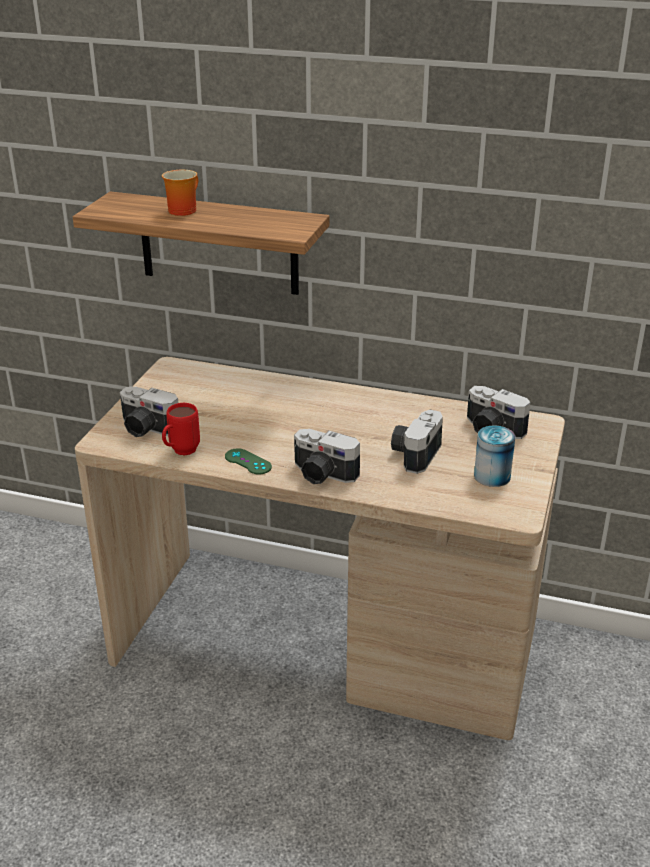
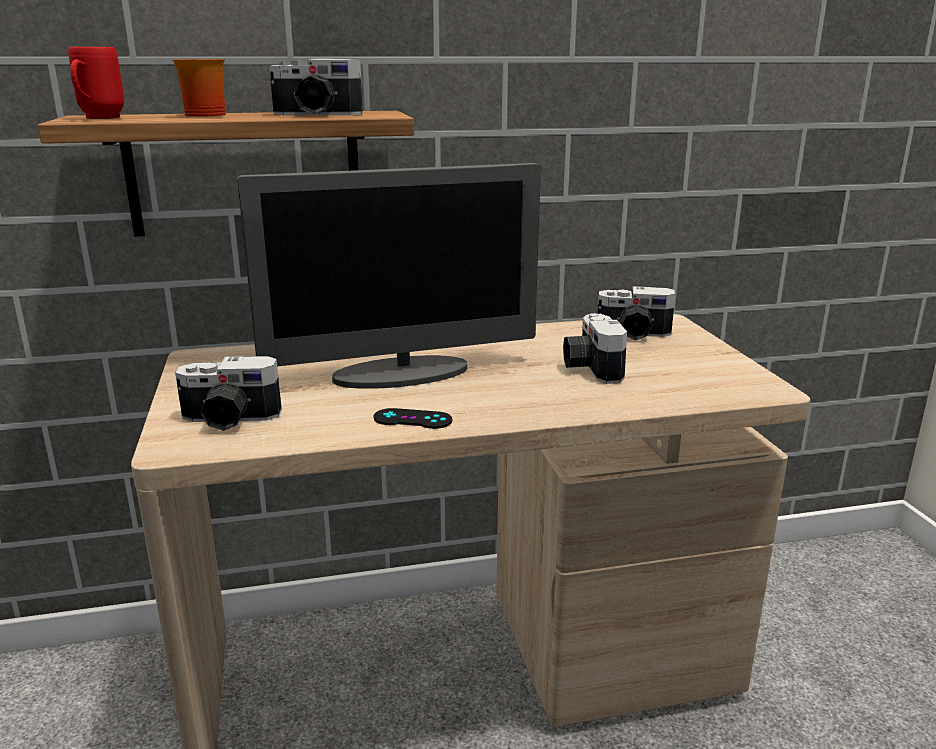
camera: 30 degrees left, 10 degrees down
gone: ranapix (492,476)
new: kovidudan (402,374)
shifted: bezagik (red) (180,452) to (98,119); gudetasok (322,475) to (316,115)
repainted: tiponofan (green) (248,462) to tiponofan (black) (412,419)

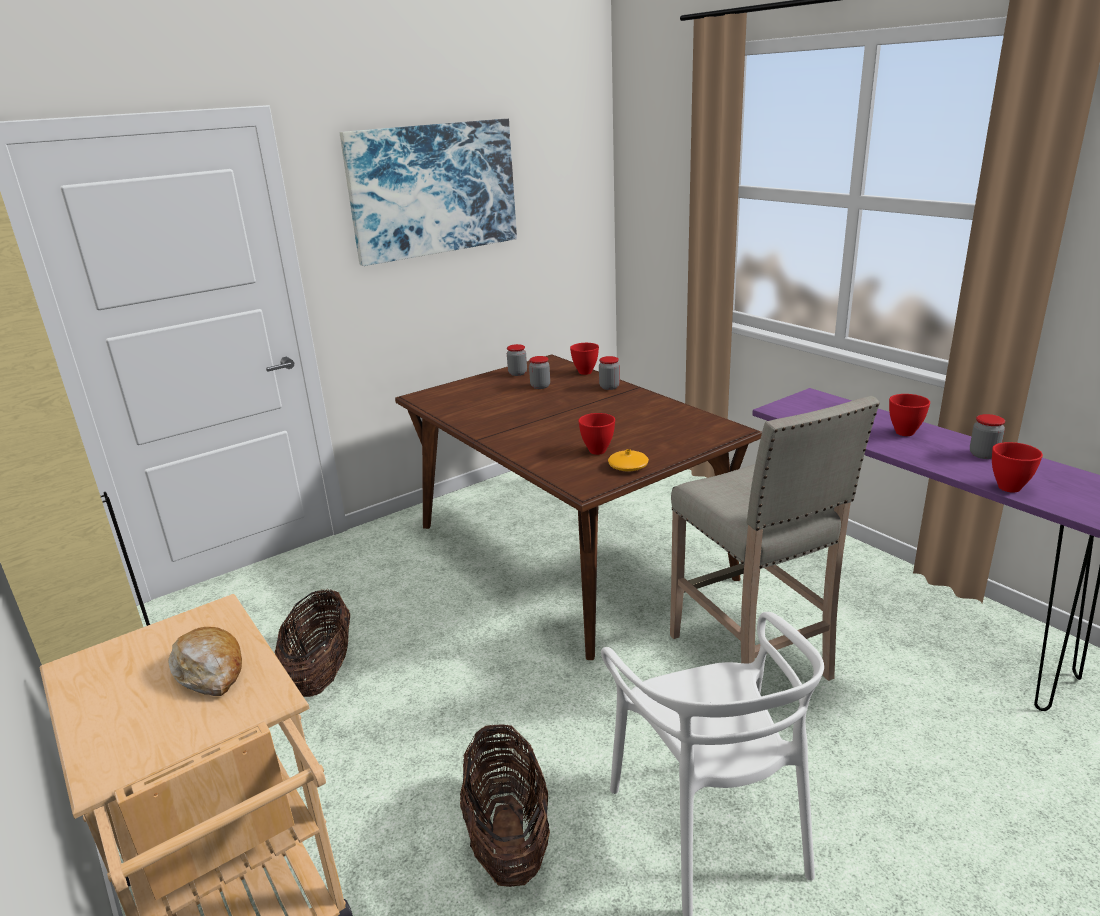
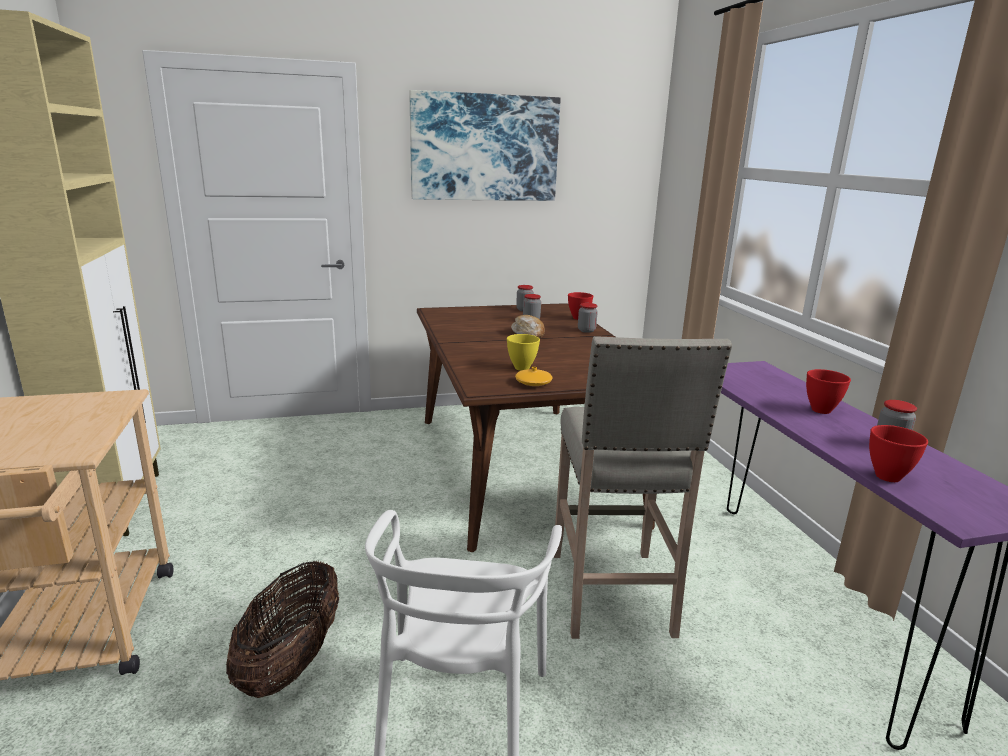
camera: 20 degrees right, 5 degrees down
gone: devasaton (321,673)
shifted: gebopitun (210,670) to (528,334)
repainted: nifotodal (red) (596,451) to nifotodal (yellow) (521,368)

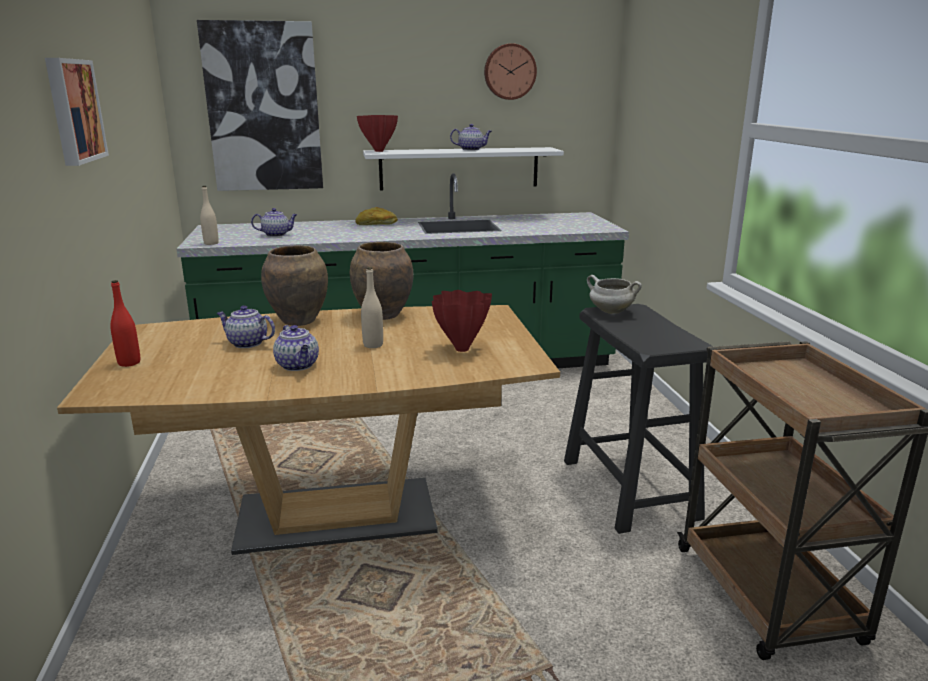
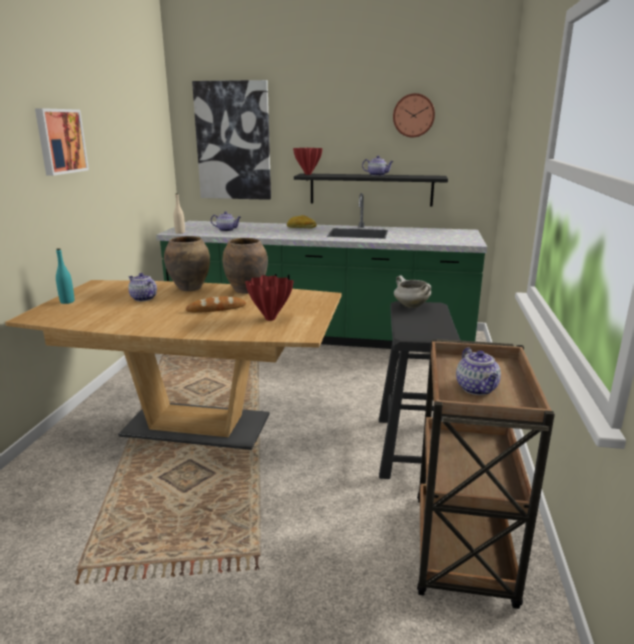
camera: 20 degrees right, 0 degrees up
shifted: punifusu (298,366) to (477,389)
swapped: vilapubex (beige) (373,345) to gebopitun (216,309)
repainted: vilapubex (red) (129,363) to vilapubex (turquoise) (67,302); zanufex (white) (459,168) to zanufex (black) (371,189)

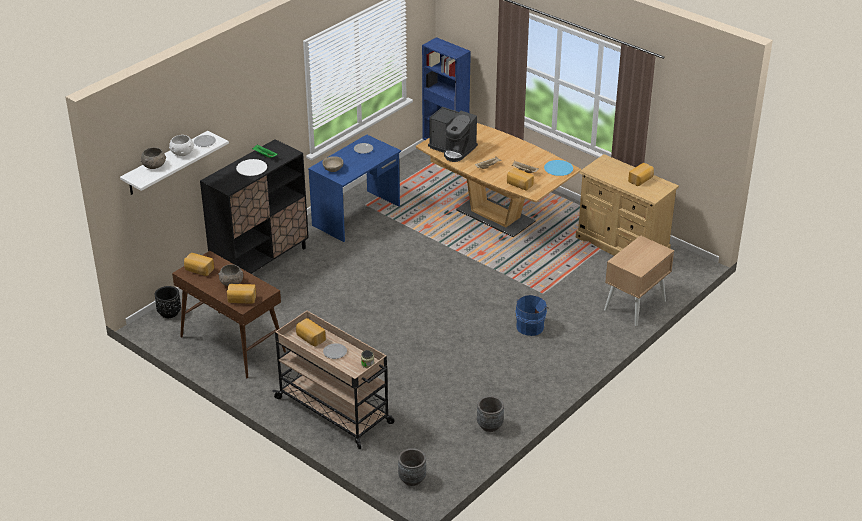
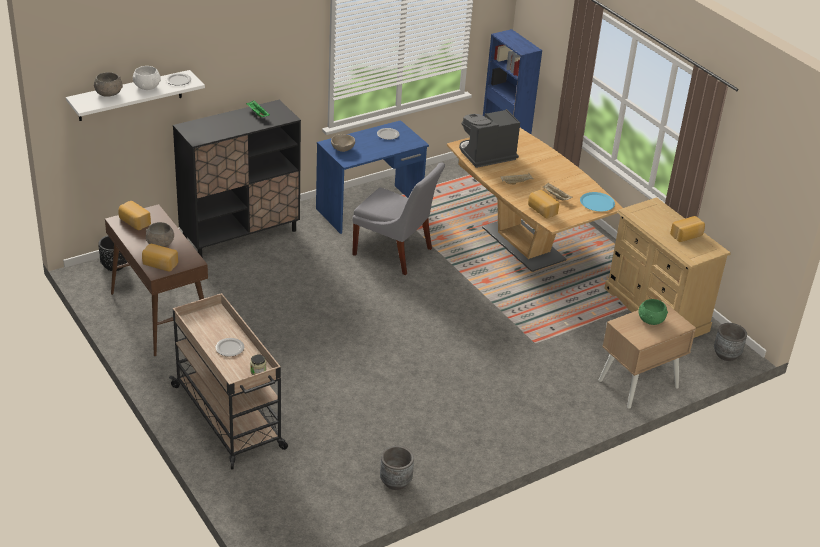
camera: 15 degrees right, 0 degrees up
gone: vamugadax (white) (251,168); gebopitun (310,338); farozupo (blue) (530,326)
new: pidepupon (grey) (395,253); nifotodal (green) (650,320)
shifted: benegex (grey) (412,479) to (726,355)
rotated: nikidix (453,149) = (486,156) 105 degrees clockwise

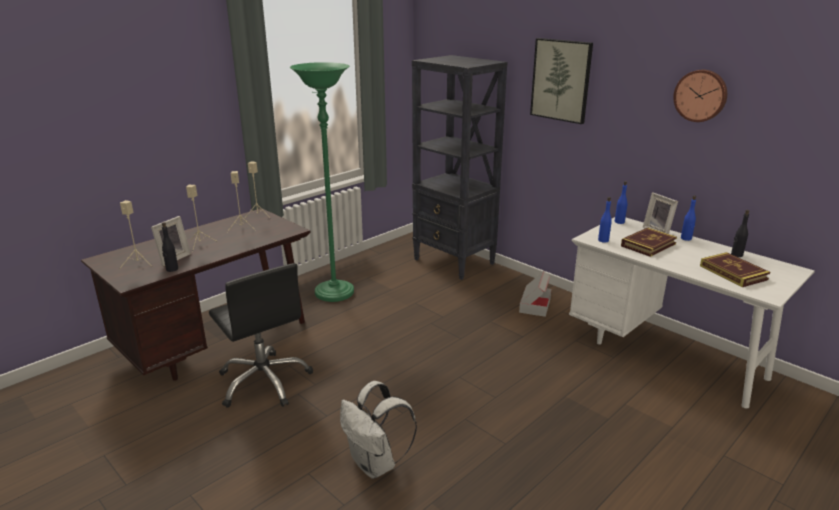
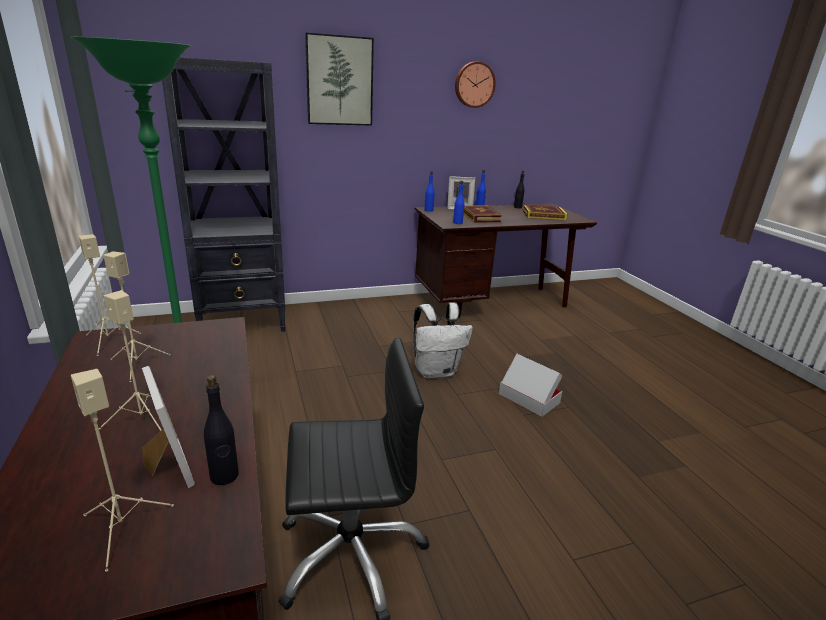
camera: 65 degrees left, 0 degrees up
shifted: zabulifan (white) (376,464) to (436,371); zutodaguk (535,305) to (528,398)
repainted: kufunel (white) (666,355) to kufunel (brown) (492,303)

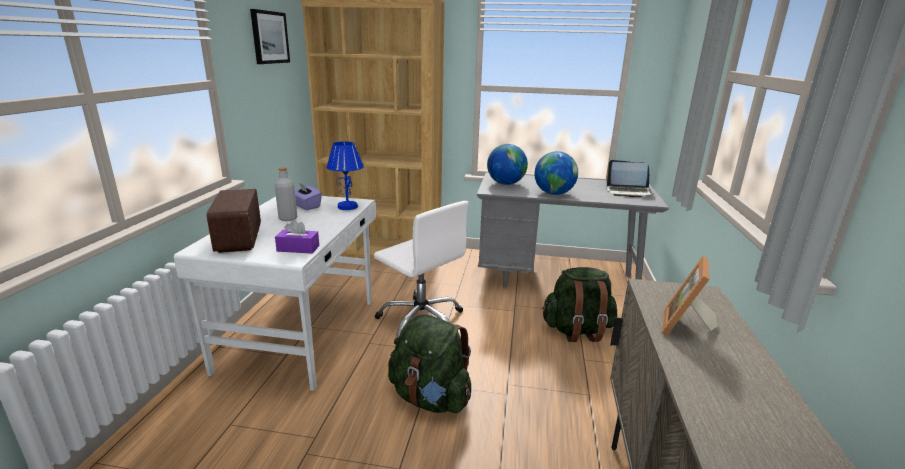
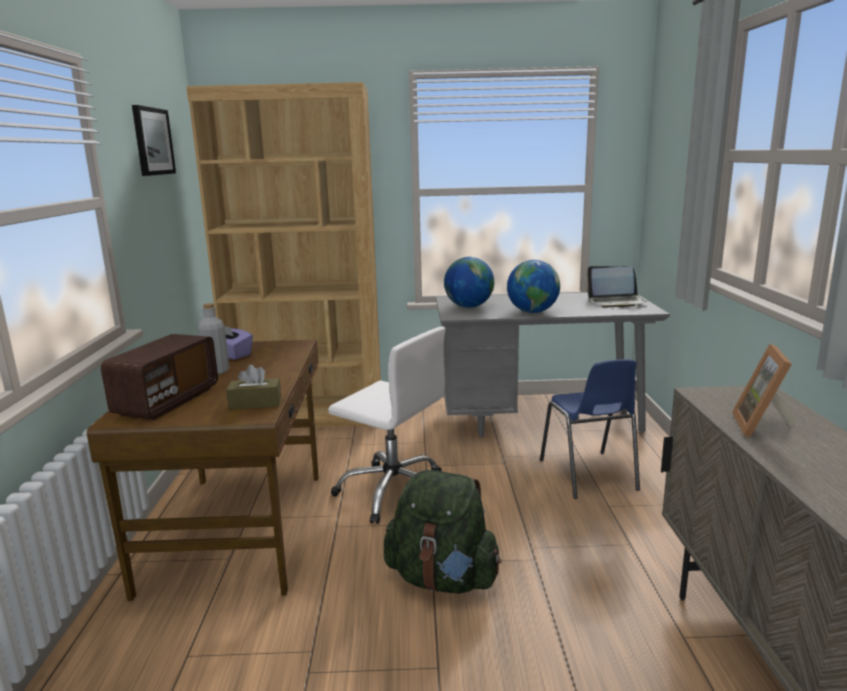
camera: 10 degrees left, 5 degrees down
gone: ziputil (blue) (348,207)
swapped: zabulifan (green) (577,330) to pidepupon (blue) (588,475)
repainted: kufunel (white) (302,333) to kufunel (brown) (240,528); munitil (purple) (298,248) to munitil (brown) (255,403)
rotated: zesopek (239,239) = (167,401) 135 degrees counterclockwise

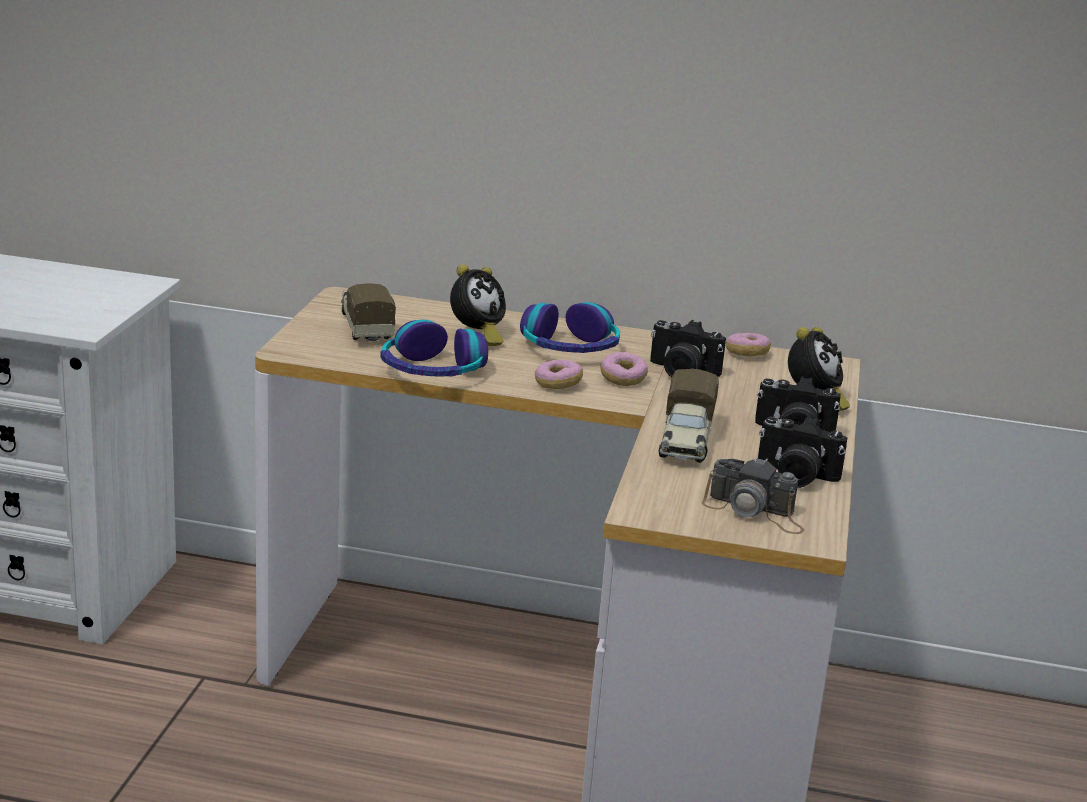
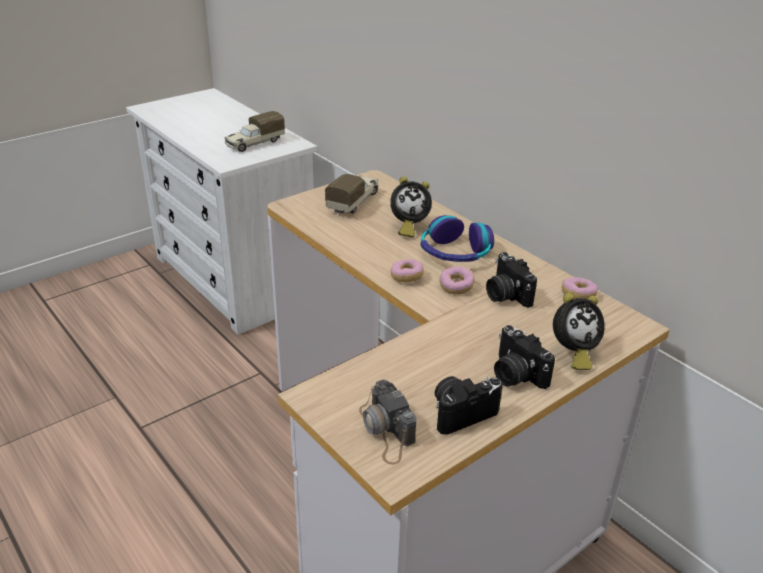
camera: 40 degrees right, 10 degrees up
gone: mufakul (432,371)
shifted: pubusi (685,442) to (254,143)
rotated: gudetasok (795,476) = (461,413) 90 degrees clockwise

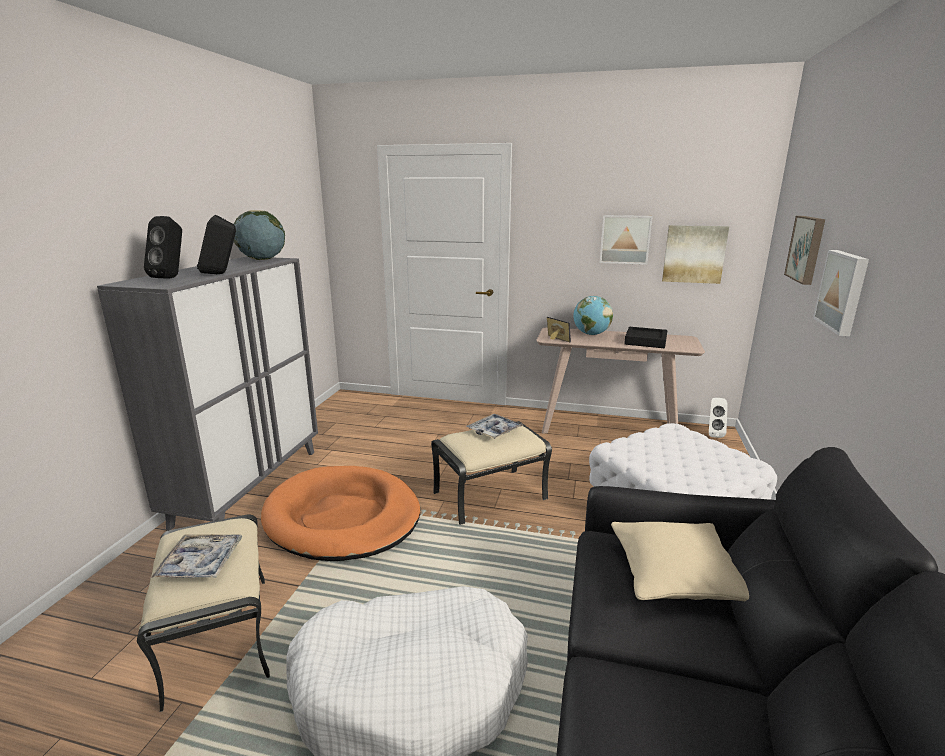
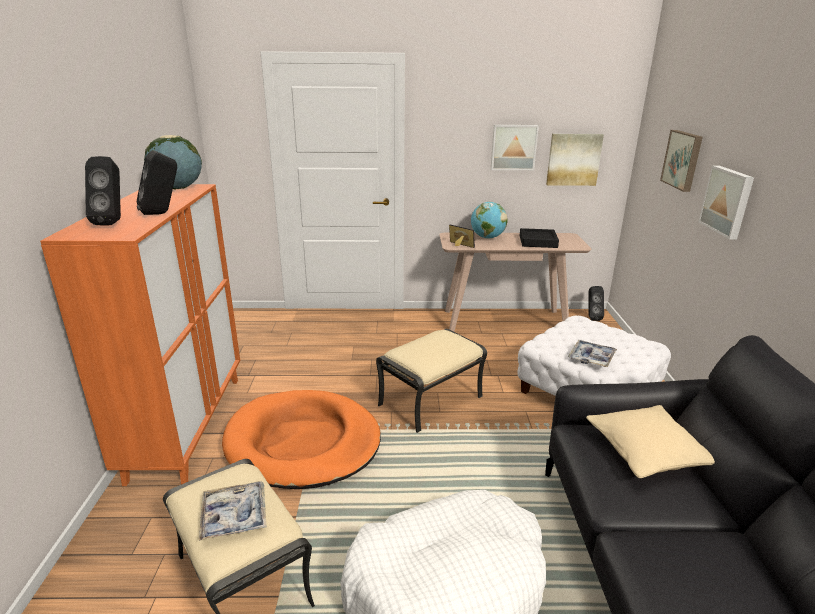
camera: 15 degrees left, 5 degrees up
shifted: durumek (494,431) to (591,358)
repainted: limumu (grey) (249,486) to limumu (orange) (187,425); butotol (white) (713,434) to butotol (black) (591,317)

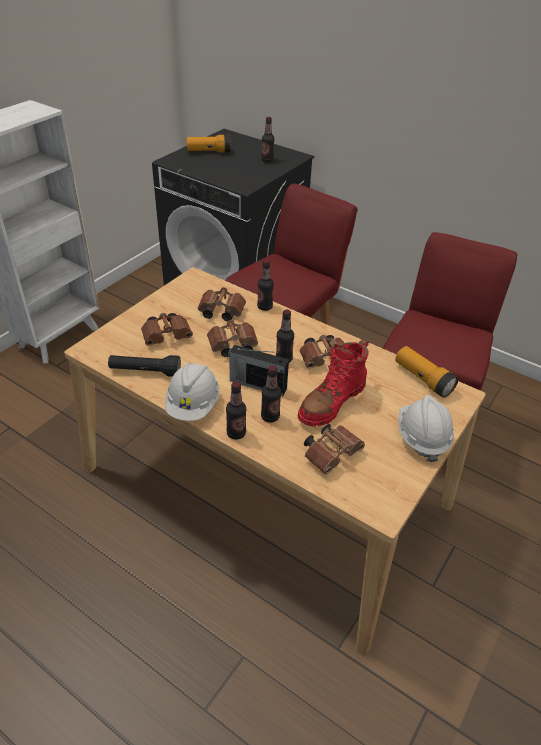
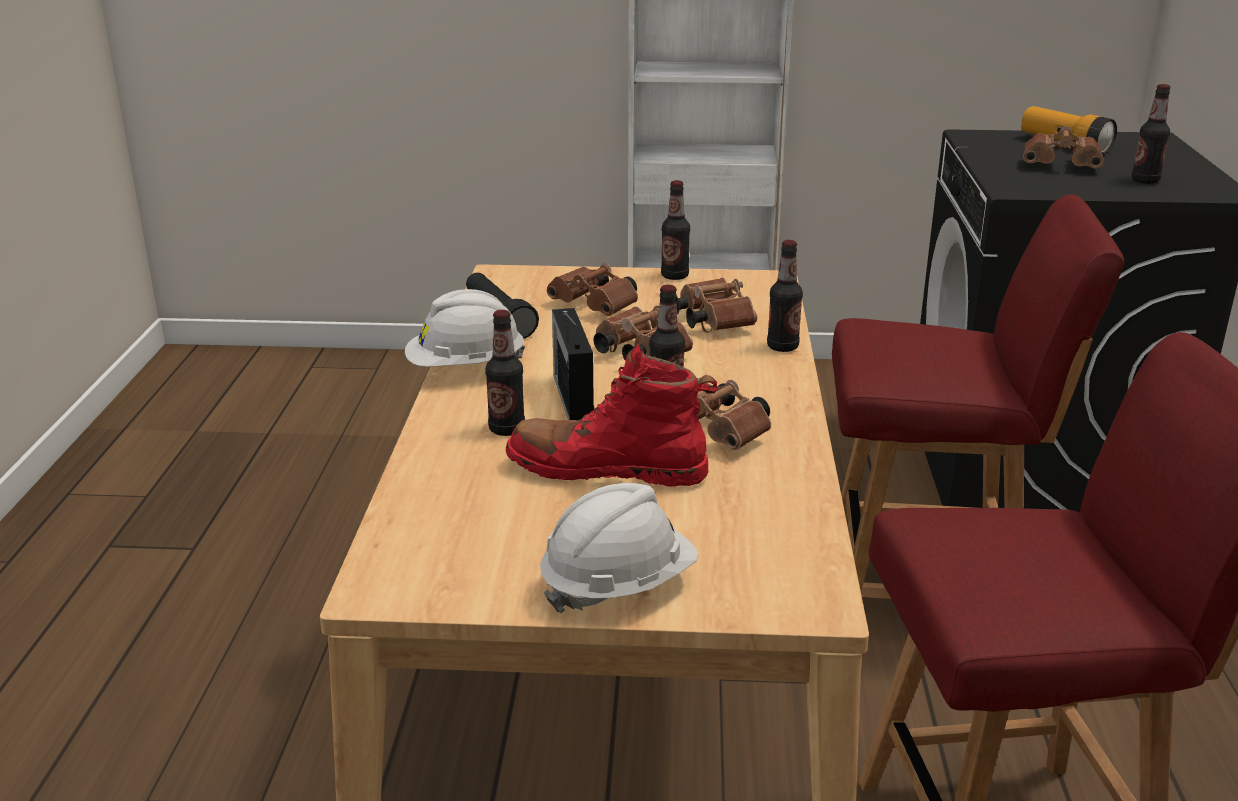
camera: 60 degrees right, 15 degrees down
gone: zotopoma (423,379)
shifted: vilapubex (236,433) to (674,276); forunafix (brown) (332,454) to (1063,166)

